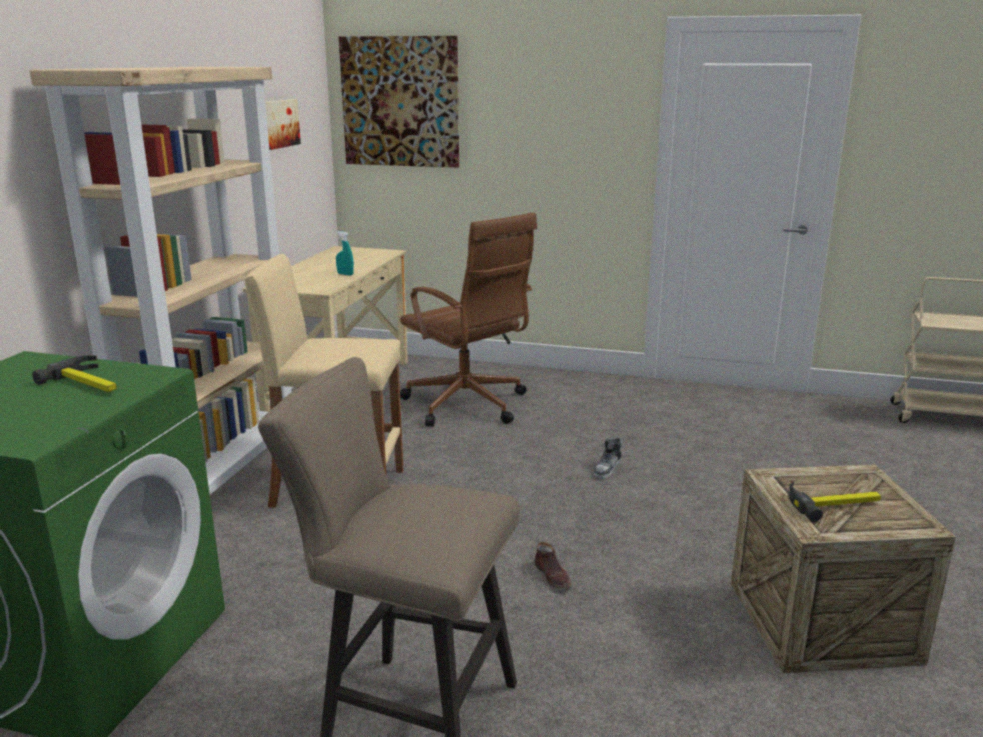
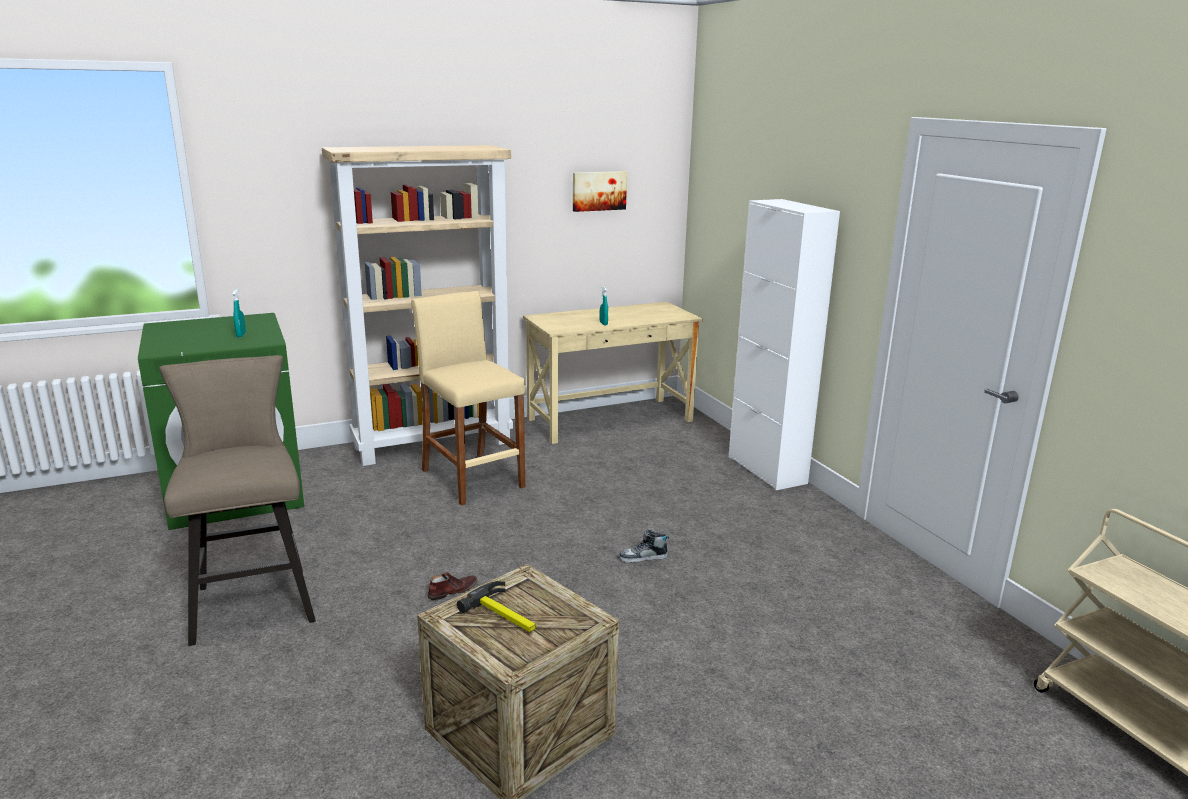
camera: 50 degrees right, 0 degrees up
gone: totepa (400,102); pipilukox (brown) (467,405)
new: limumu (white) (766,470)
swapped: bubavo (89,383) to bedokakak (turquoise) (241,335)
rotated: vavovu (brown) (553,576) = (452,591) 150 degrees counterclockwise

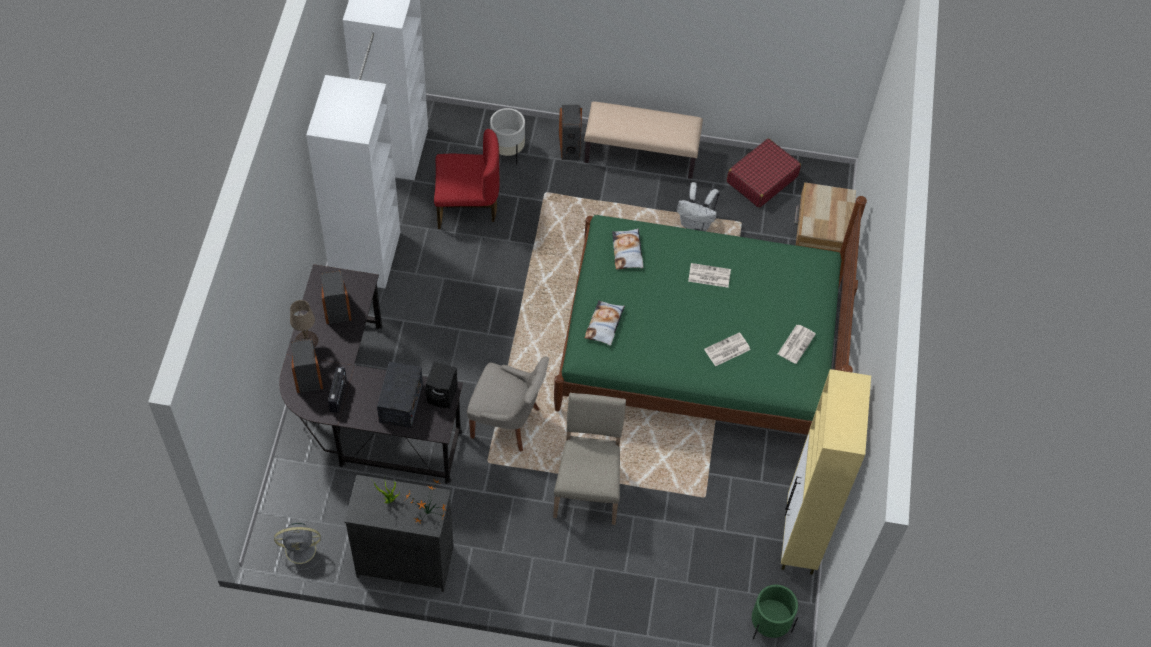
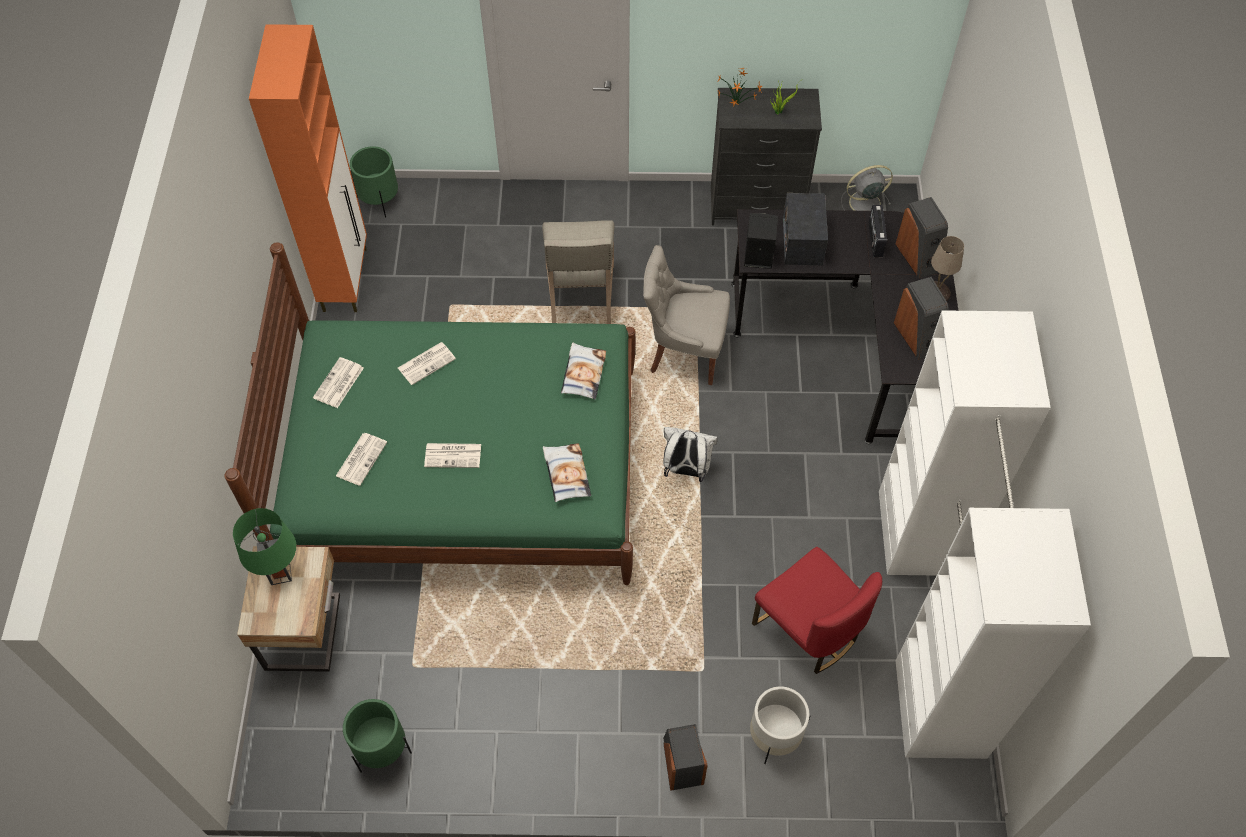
camera: 175 degrees right, 0 degrees up
gone: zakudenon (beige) (641,154)
new: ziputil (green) (280,573); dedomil (361,458)
shifted: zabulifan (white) (696,224) to (686,470)
swapped: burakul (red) (761,179) to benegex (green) (381,748)
repainted: limumu (beige) (799,539) to limumu (orange) (345,278)
rotated: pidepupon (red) (467,206) = (808,629) 120 degrees counterclockwise

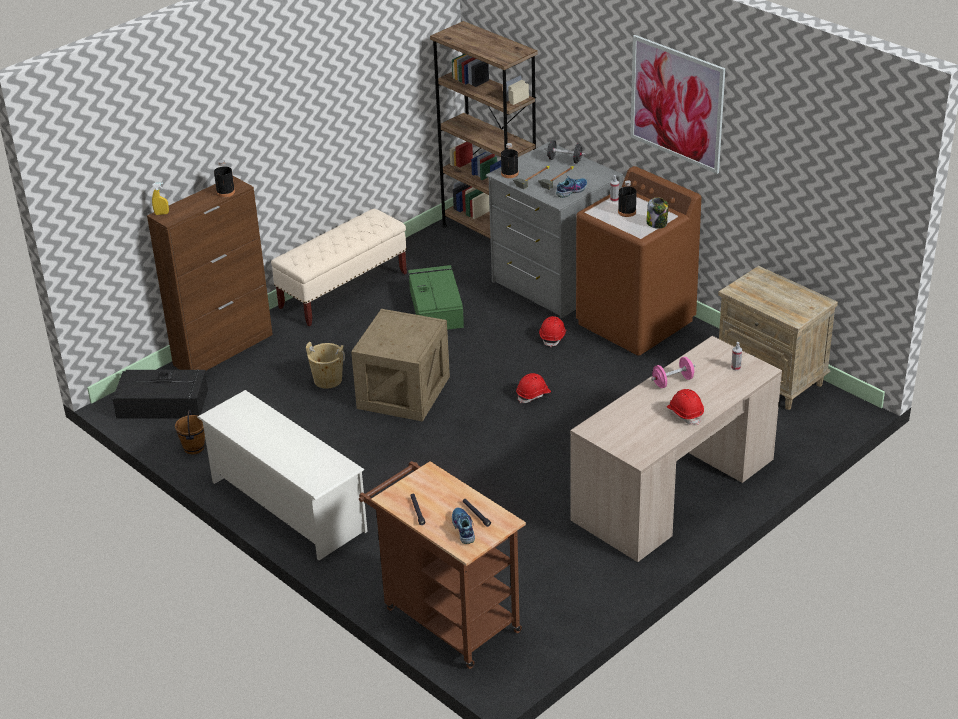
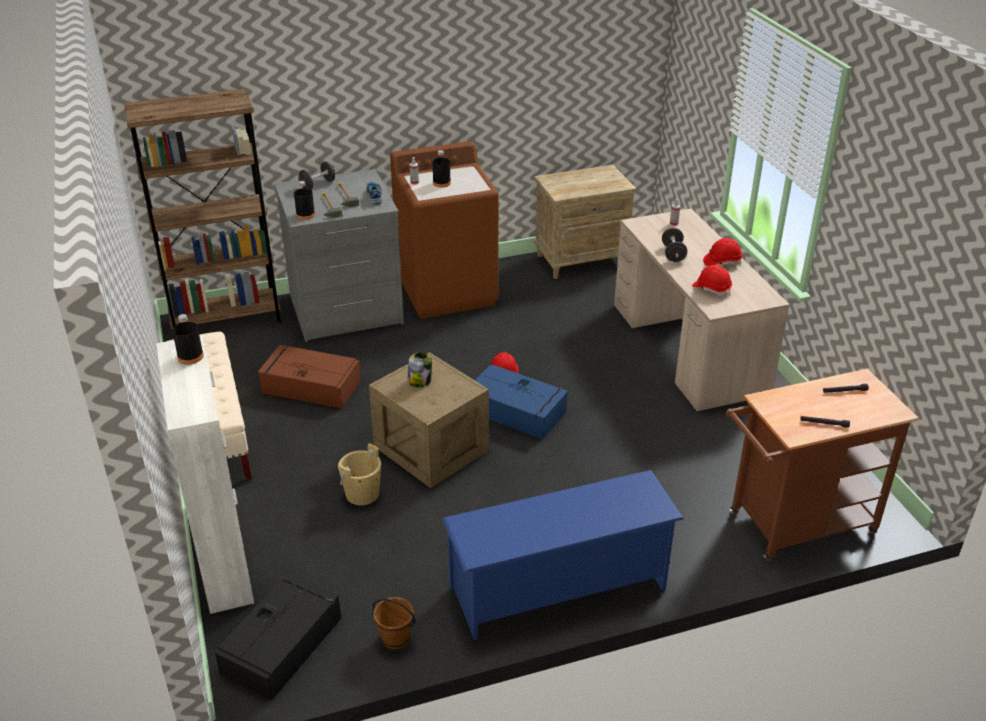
camera: 65 degrees left, 0 degrees up
gone: bedokakak (yellow) (161,213); vavovu (463,529); totepa (677,103)
new: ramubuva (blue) (517,411)
shifted: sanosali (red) (553,337) to (711,289); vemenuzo (657,223) to (420,381)
repainted: limumu (brown) (224,349) to limumu (white) (224,559); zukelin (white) (287,506) to zukelin (blue) (558,588); ramubuva (green) (436,307) to ramubuva (brown) (310,386); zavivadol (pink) (672,381) to zavivadol (black) (673,254)

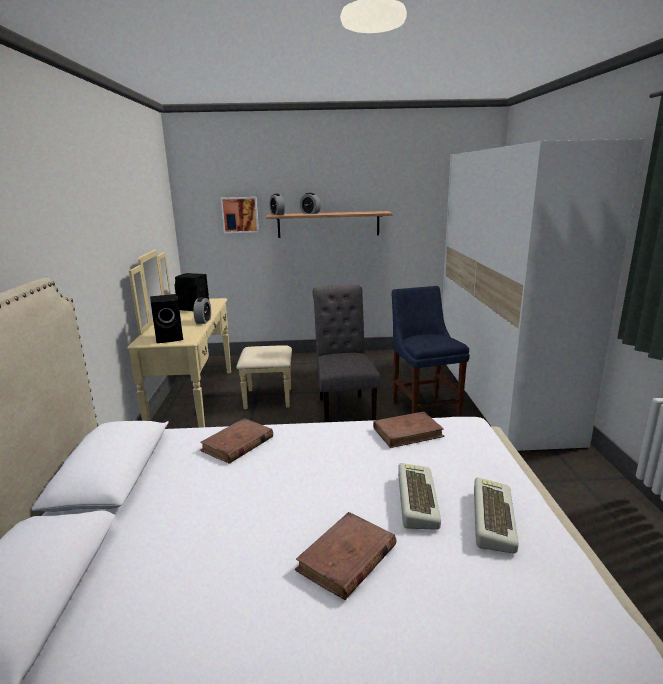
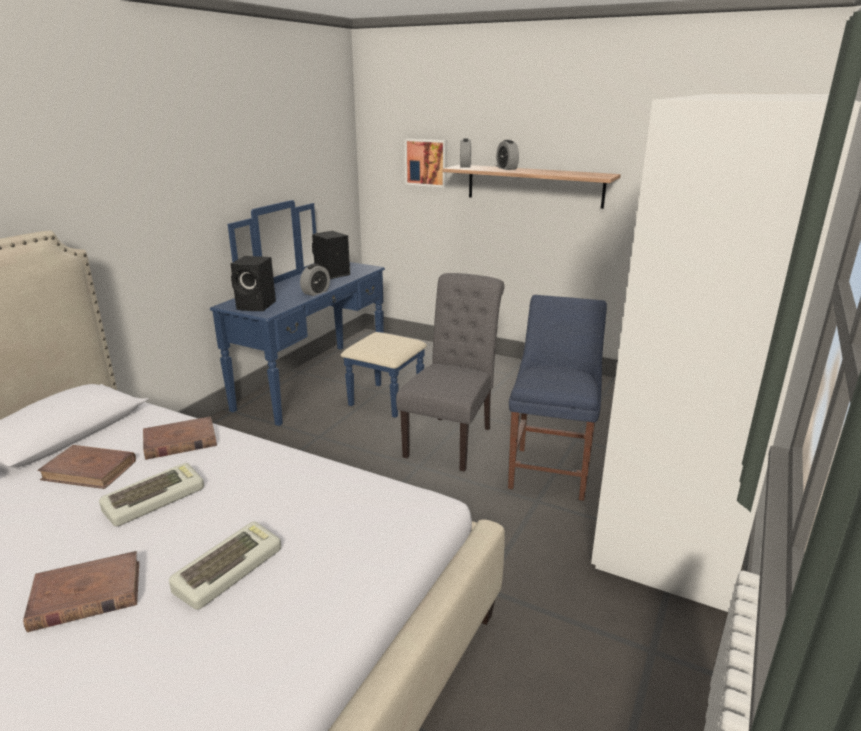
camera: 30 degrees right, 5 degrees up
shifted: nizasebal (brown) (408,432) to (90,470); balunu (491,518) to (155,499)
repainted: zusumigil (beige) (212,400) to zusumigil (blue) (330,385)

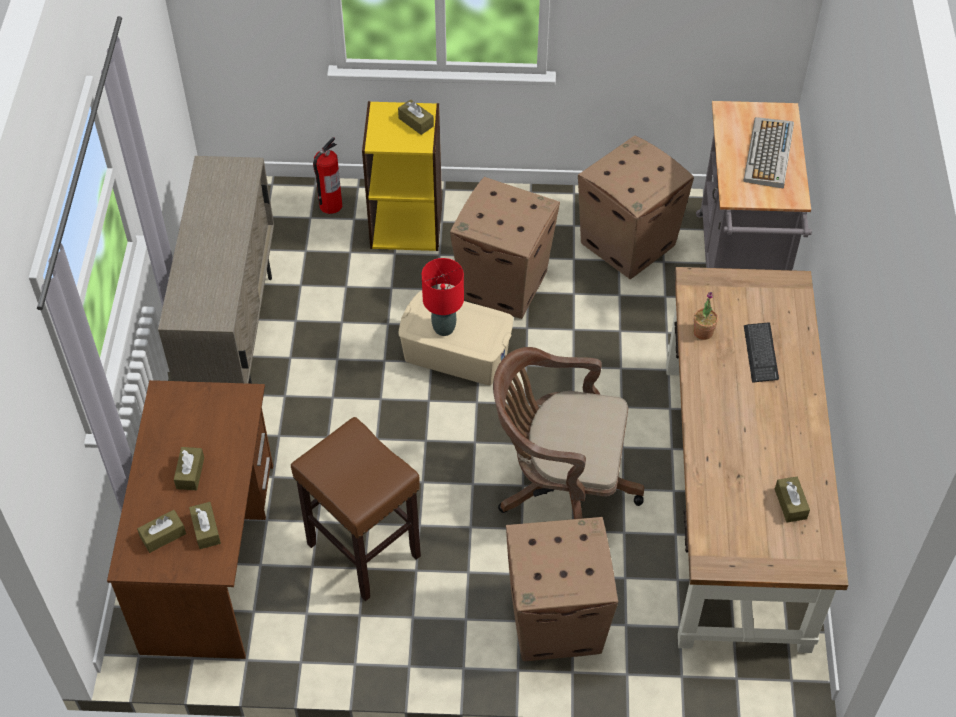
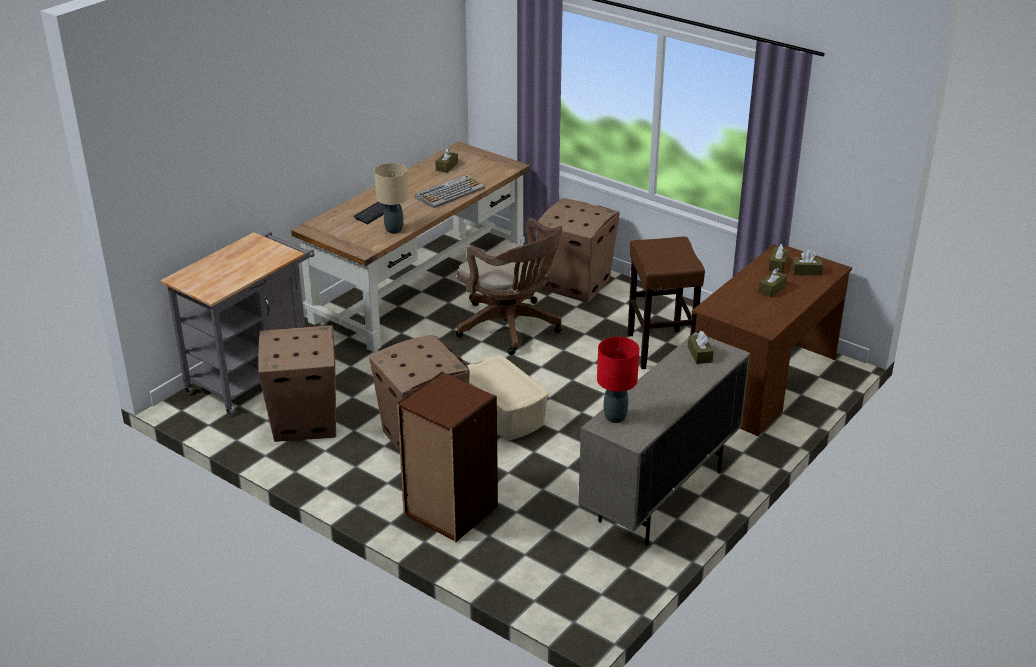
camera: 145 degrees left, 20 degrees down
gone: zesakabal (330,205)
shifted: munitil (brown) (416,122) to (700,354); ziputil (red) (444,328) to (615,417); balunu (769,154) to (450,192)
swapped: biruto (703,332) to ziputil (beige) (394,230)
repainted: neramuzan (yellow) (406,224) to neramuzan (brown) (450,511)

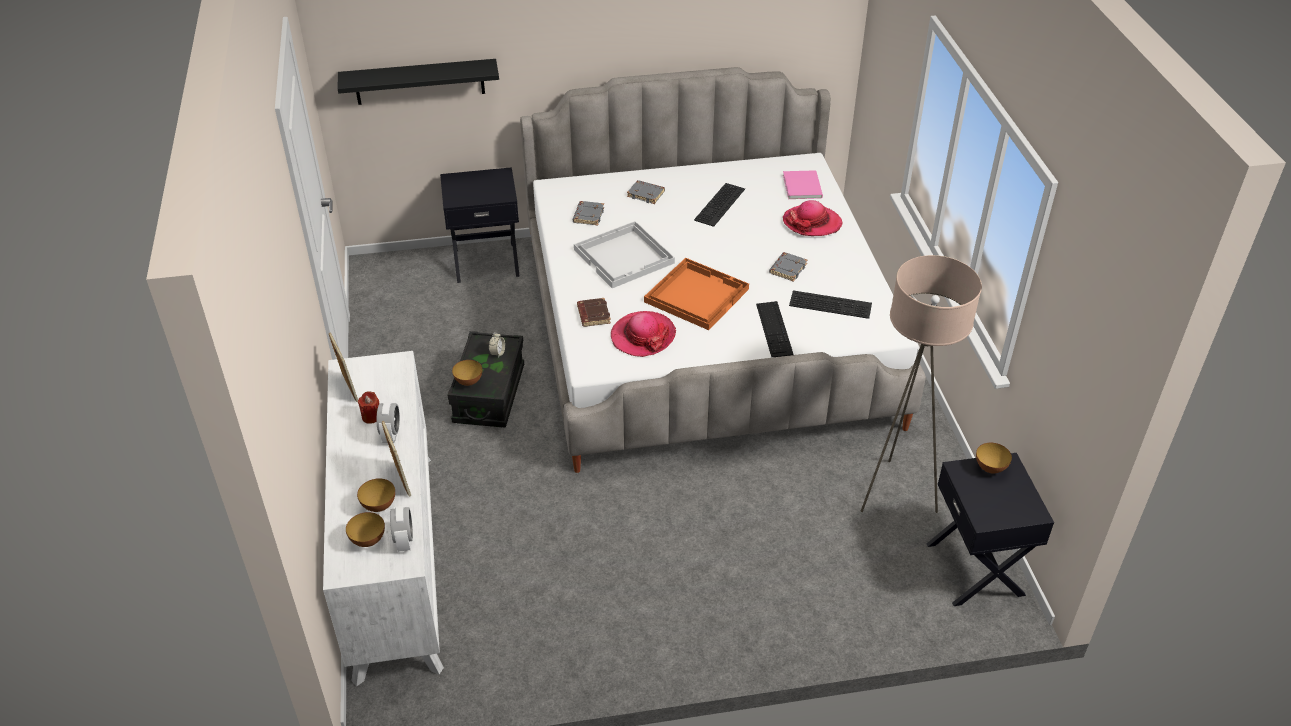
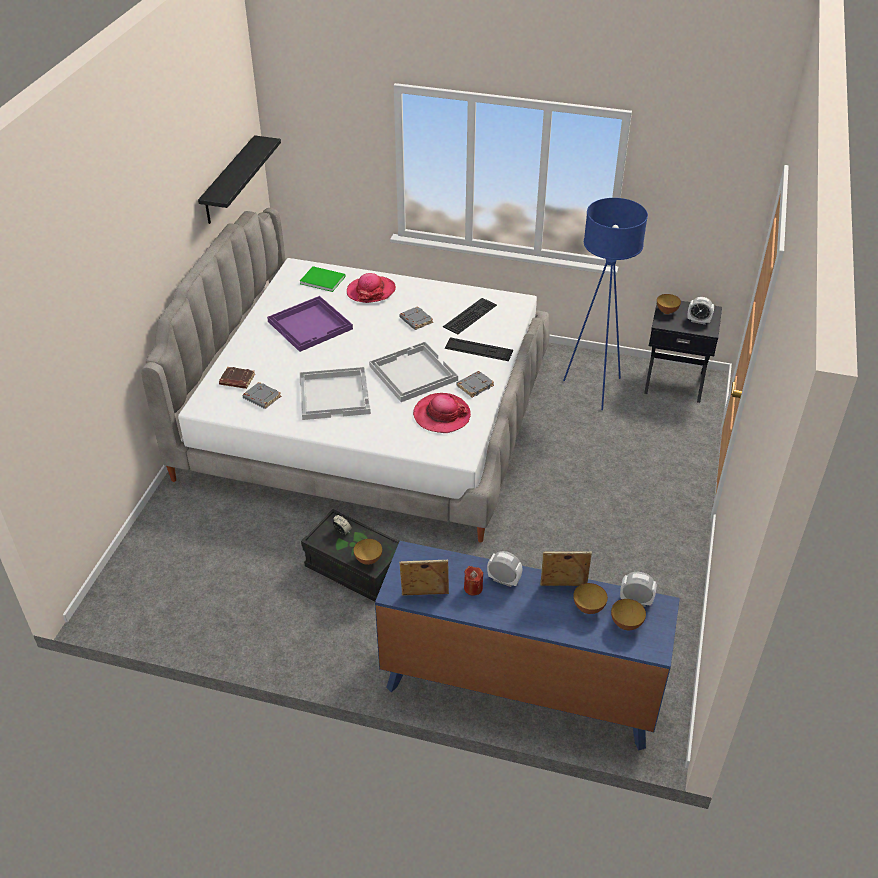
camera: 65 degrees left, 0 degrees up
gone: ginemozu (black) (486,261)
new: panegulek (698,321)
shifted: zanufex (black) (419,82) to (229,181); nizasebal (brown) (593,315) to (236,380); nizasebal (grey) (646,194) to (475,386)
swapped: balunu (720,205) to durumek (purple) (311,325)
repainted: zusumigil (white) (393,560) to zusumigil (blue) (519,688); durumek (orange) (696,295) to durumek (white) (412,373); nizasebal (pink) (803,185) to nizasebal (green) (322,279); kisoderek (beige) (895,494) to kisoderek (blue) (594,389)

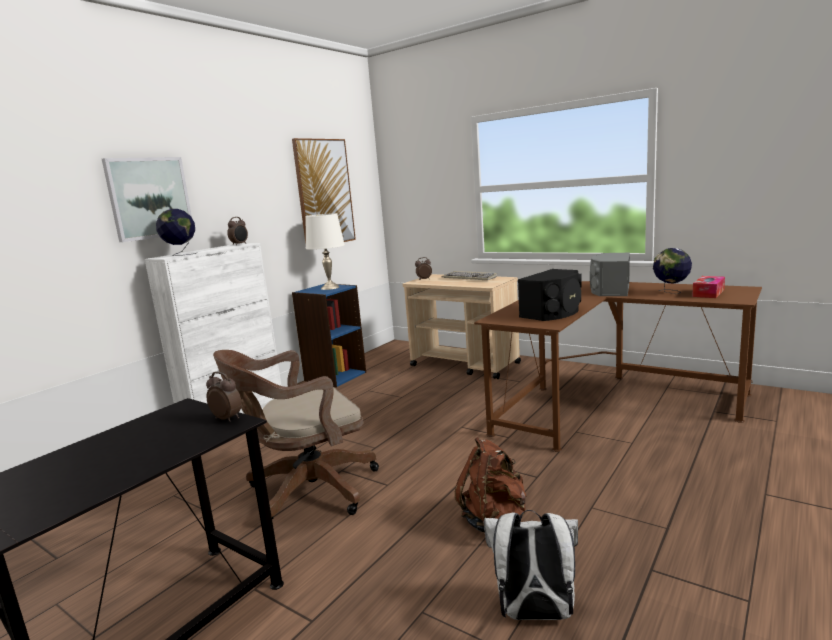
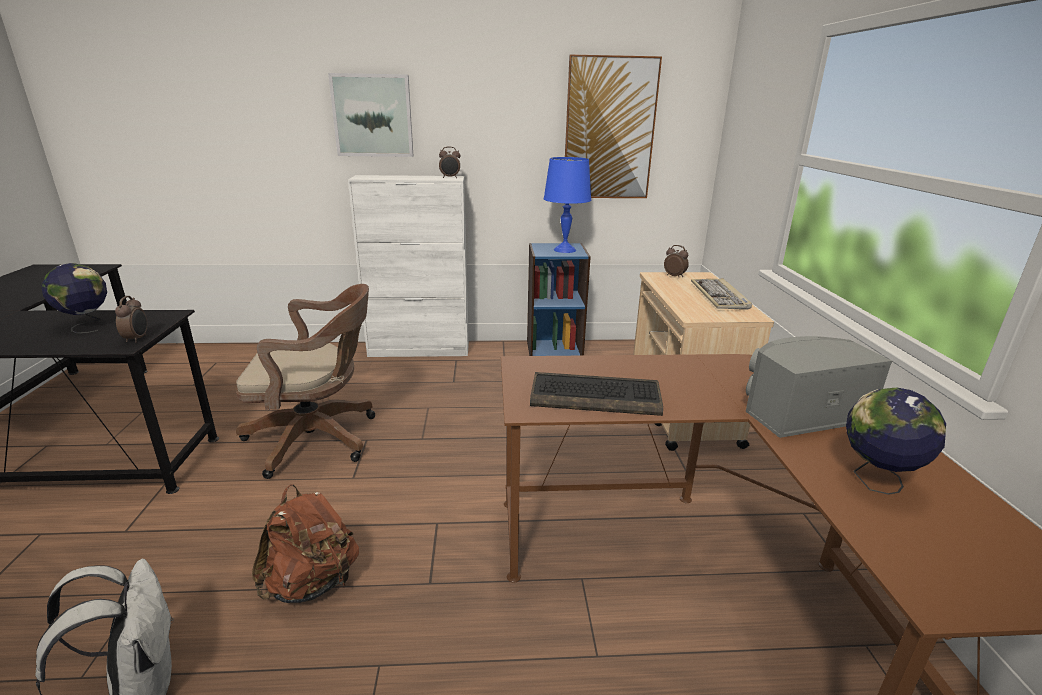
camera: 50 degrees right, 10 degrees up
gone: munitil (708,293)
shifted: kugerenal (180,254) to (87,326)
swapped: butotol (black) (553,312) to balunu (596,396)
repainted: ziputil (white) (330,287) to ziputil (blue) (565,250)
rotated: pipilukox (brown) (306,491) = (319,438) 150 degrees clockwise

